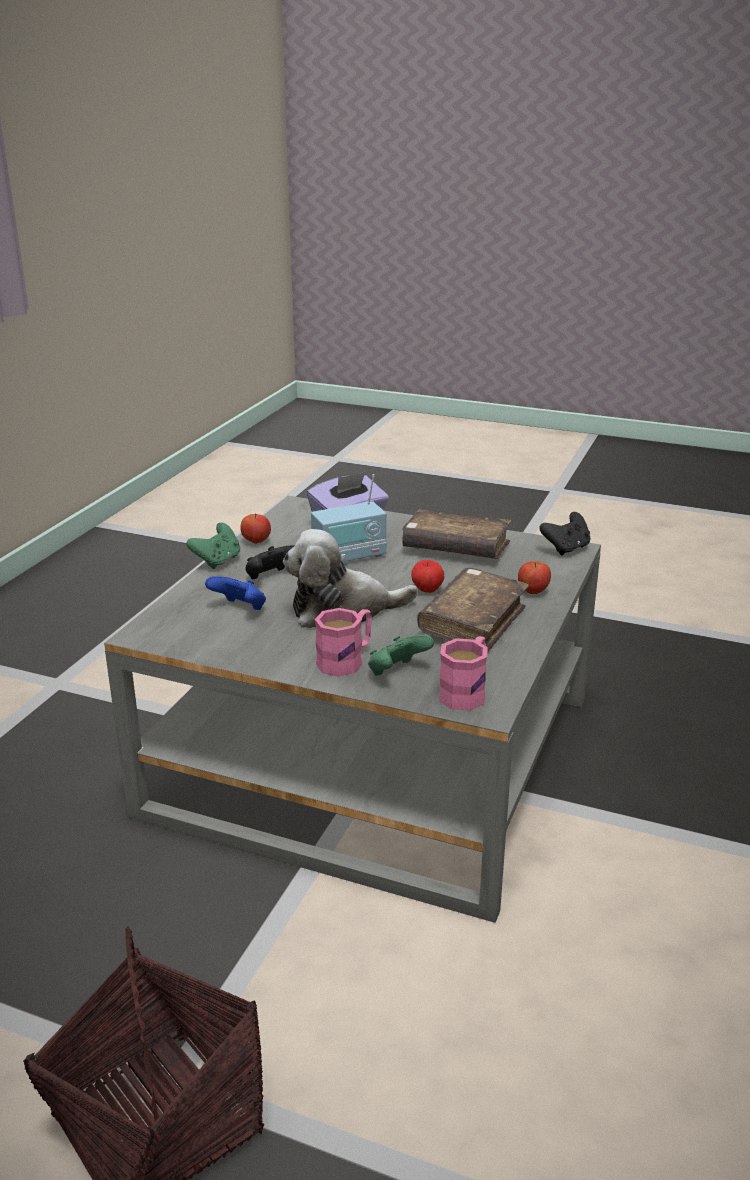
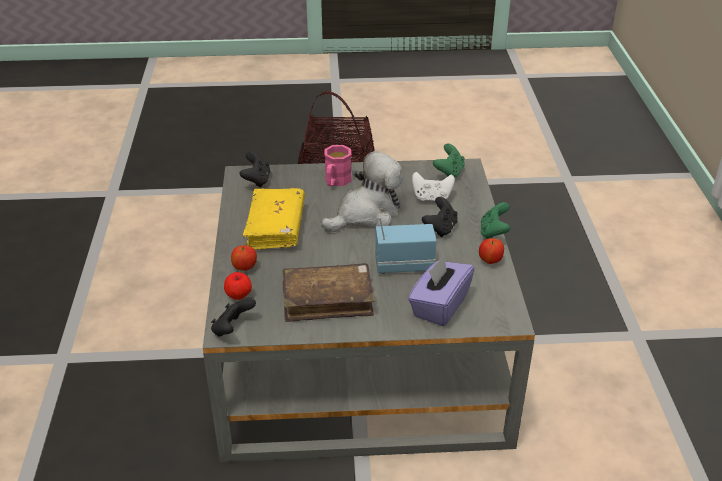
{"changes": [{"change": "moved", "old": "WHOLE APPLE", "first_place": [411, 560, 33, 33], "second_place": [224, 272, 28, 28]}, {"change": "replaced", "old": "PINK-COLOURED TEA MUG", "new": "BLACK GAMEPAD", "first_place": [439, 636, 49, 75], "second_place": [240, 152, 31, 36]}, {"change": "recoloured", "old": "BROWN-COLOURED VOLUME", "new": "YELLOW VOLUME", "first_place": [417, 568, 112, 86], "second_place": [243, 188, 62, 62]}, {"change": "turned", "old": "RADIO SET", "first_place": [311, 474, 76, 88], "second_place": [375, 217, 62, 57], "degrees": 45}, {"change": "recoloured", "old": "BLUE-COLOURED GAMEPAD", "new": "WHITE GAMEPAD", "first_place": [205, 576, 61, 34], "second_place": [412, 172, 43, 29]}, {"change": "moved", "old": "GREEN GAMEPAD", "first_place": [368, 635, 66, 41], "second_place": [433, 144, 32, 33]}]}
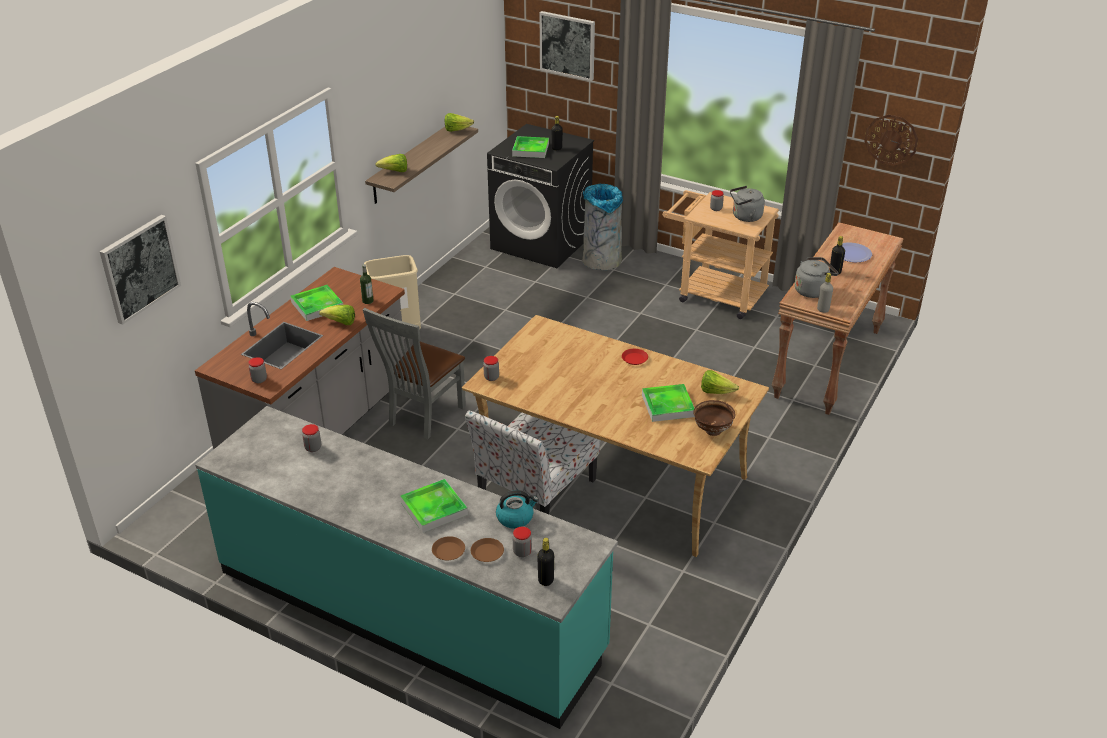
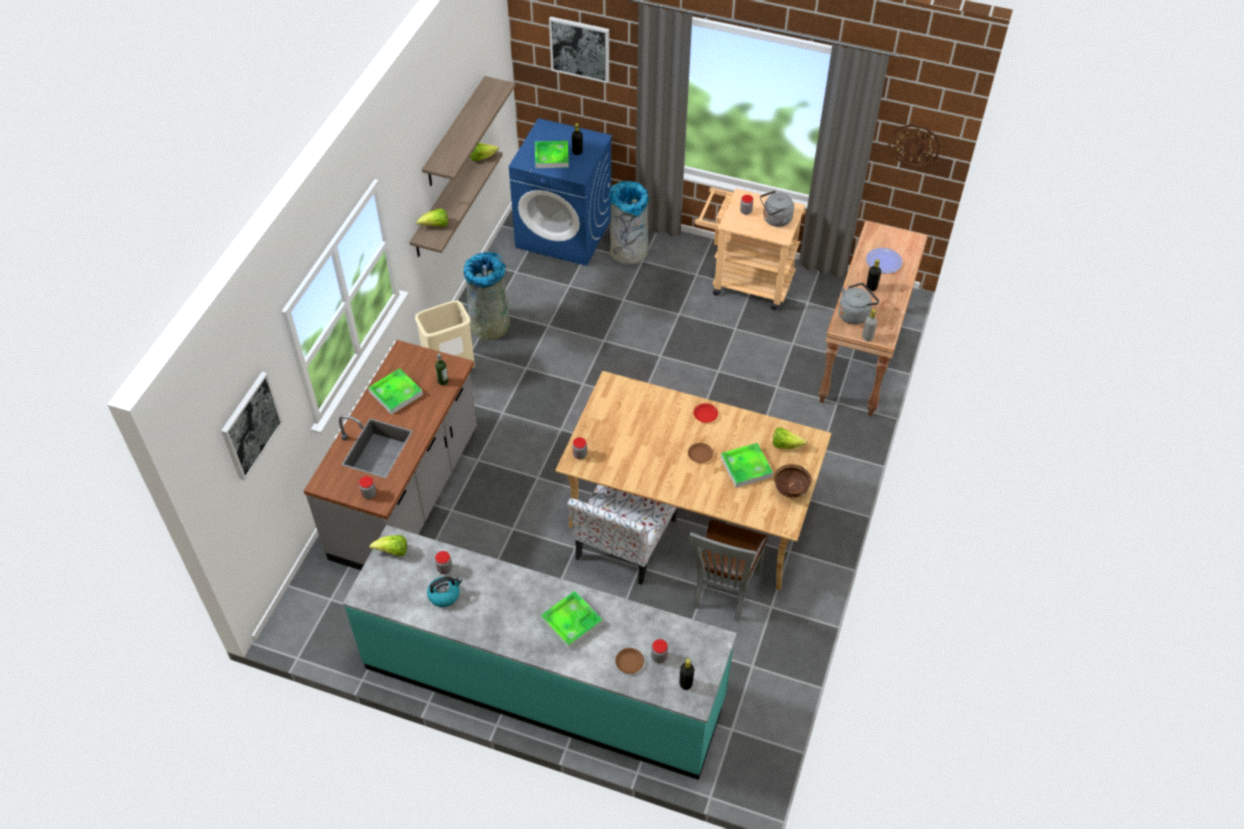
{"changes": [{"change": "moved", "old": "HEAD OF LETTUCE", "first_place": [319, 305, 36, 20], "second_place": [369, 535, 38, 21]}, {"change": "added", "new": "WALL SHELF", "second_place": [422, 76, 94, 110]}, {"change": "moved", "old": "TEA KETTLE", "first_place": [496, 490, 42, 39], "second_place": [427, 577, 36, 30]}, {"change": "added", "new": "GREYISH TRASH CAN", "second_place": [464, 252, 46, 88]}, {"change": "recoloured", "old": "BLACK LAUNDRY MACHINE", "new": "BLUE-COLOURED LAUNDRY MACHINE", "first_place": [487, 124, 107, 144], "second_place": [509, 118, 103, 148]}, {"change": "moved", "old": "BROWN-COLOURED FLAT DISH", "first_place": [432, 536, 33, 24], "second_place": [688, 443, 25, 20]}, {"change": "moved", "old": "GREYISH UPRIGHT CHAIR", "first_place": [363, 308, 103, 131], "second_place": [690, 520, 78, 101]}]}
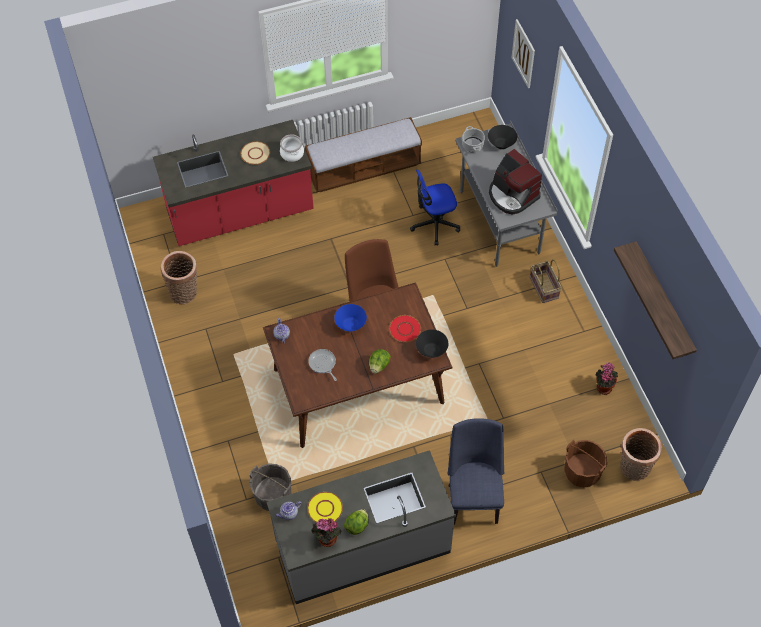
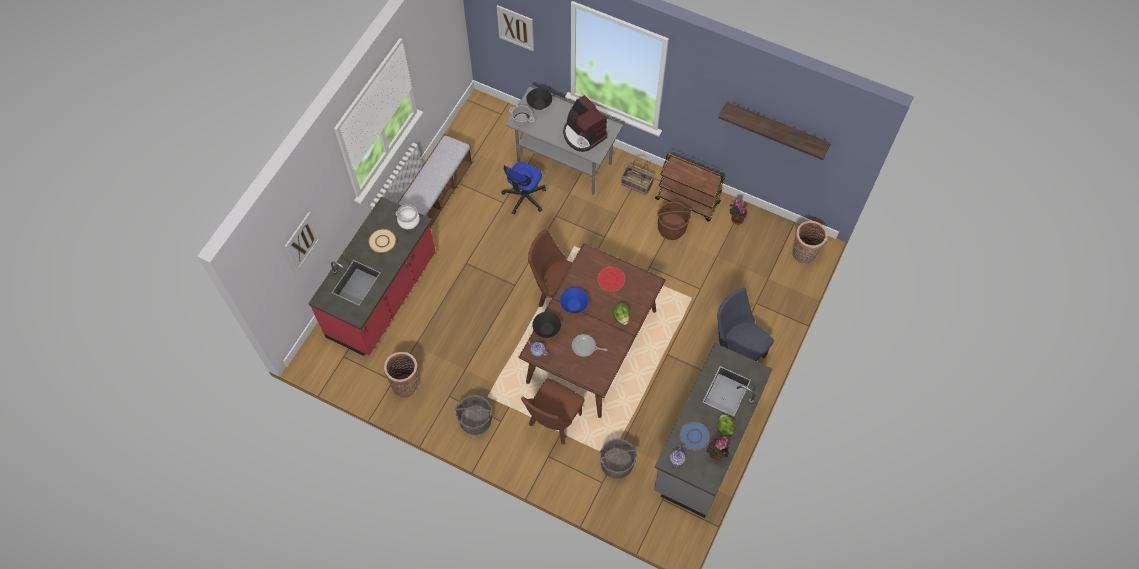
{"changes": [{"change": "added", "new": "WALL PICTURE", "second_place": [285, 212, 36, 60]}, {"change": "added", "new": "GREYISH WATER BUCKET", "second_place": [455, 395, 37, 40]}, {"change": "added", "new": "BROWN-COLOURED UPRIGHT CHAIR", "second_place": [521, 378, 64, 66]}, {"change": "moved", "old": "BLACK DEEP DISH", "first_place": [416, 329, 32, 29], "second_place": [532, 312, 29, 26]}, {"change": "turned", "old": "COFFEE MACHINE", "first_place": [489, 149, 53, 66], "second_place": [563, 95, 44, 57], "degrees": 45}, {"change": "added", "new": "BROWN-COLOURED CART", "second_place": [655, 153, 70, 69]}, {"change": "moved", "old": "BROWN-COLOURED WATER BUCKET", "first_place": [565, 440, 43, 48], "second_place": [657, 202, 34, 38]}, {"change": "recoloured", "old": "YELLOW FLAT DISH", "new": "BLUE-COLOURED FLAT DISH", "first_place": [307, 492, 36, 31], "second_place": [680, 422, 30, 28]}]}
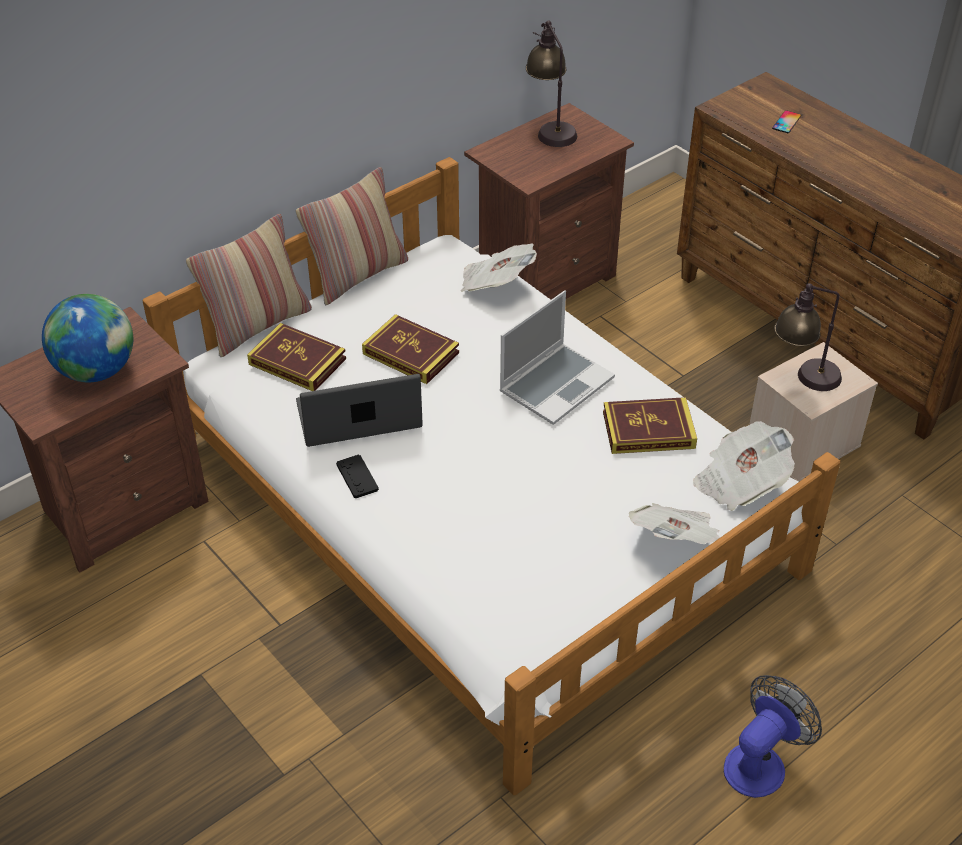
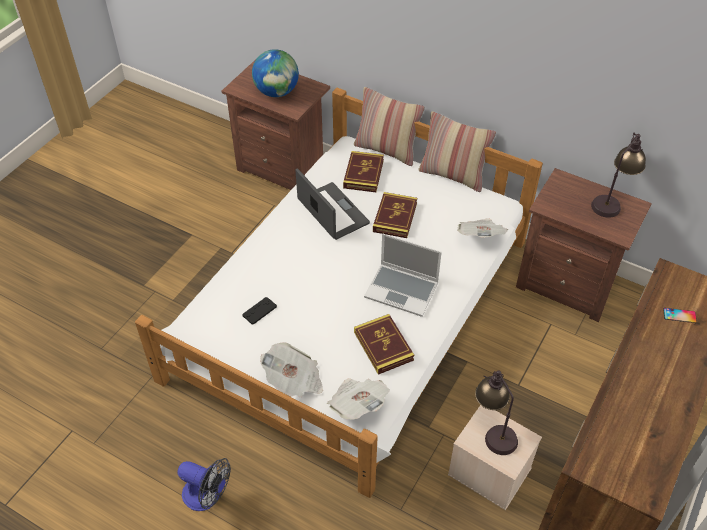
{"changes": [{"change": "moved", "old": "BLACK GAMEPAD", "first_place": [336, 454, 43, 44], "second_place": [243, 297, 34, 28]}]}
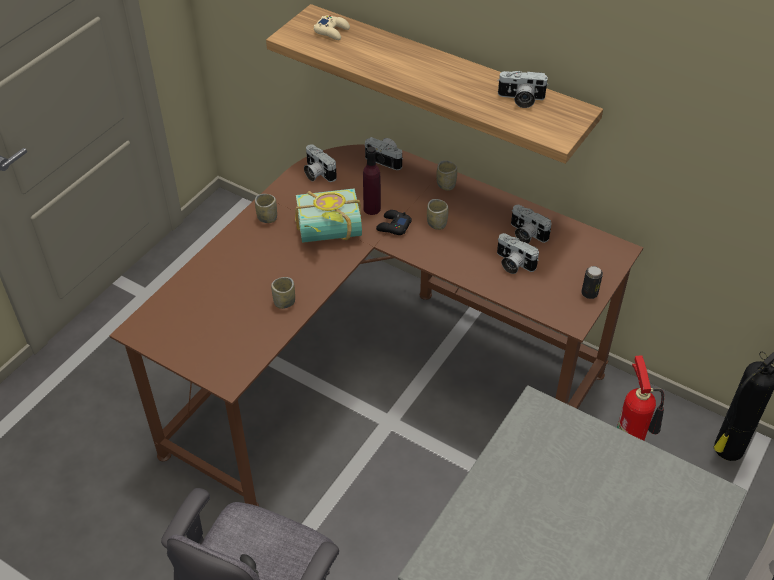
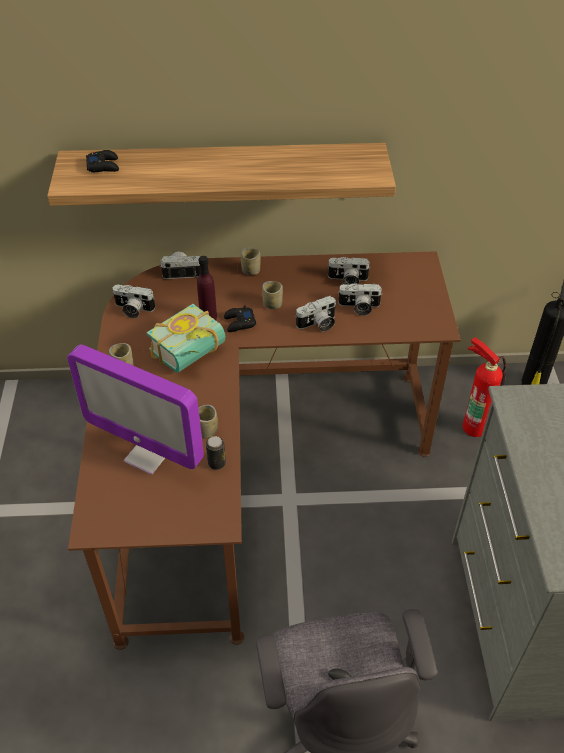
{"changes": [{"change": "added", "new": "COMPUTER SCREEN", "second_place": [67, 345, 137, 130]}, {"change": "recoloured", "old": "BEIGE GAMEPAD", "new": "BLACK GAMEPAD", "first_place": [313, 16, 37, 24], "second_place": [86, 150, 33, 22]}, {"change": "moved", "old": "CAN", "first_place": [581, 266, 22, 33], "second_place": [206, 436, 20, 34]}, {"change": "moved", "old": "PHOTO CAMERA", "first_place": [497, 71, 52, 37], "second_place": [295, 296, 41, 36]}]}
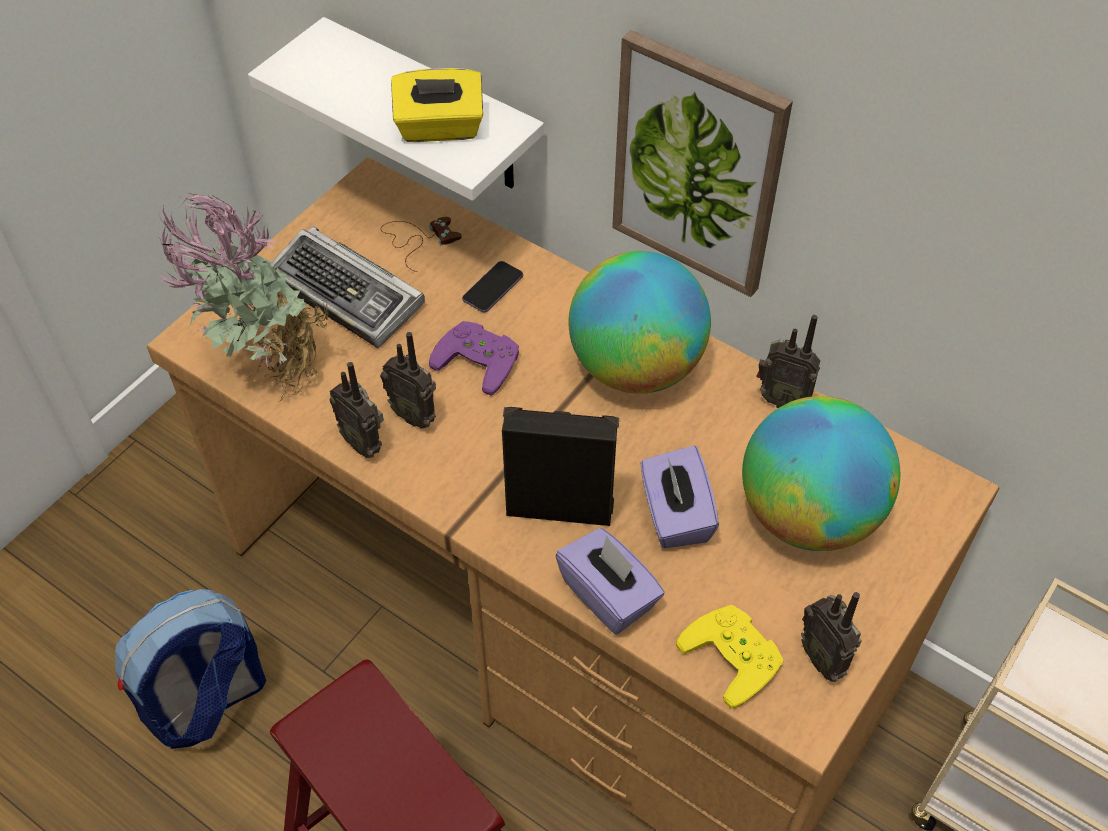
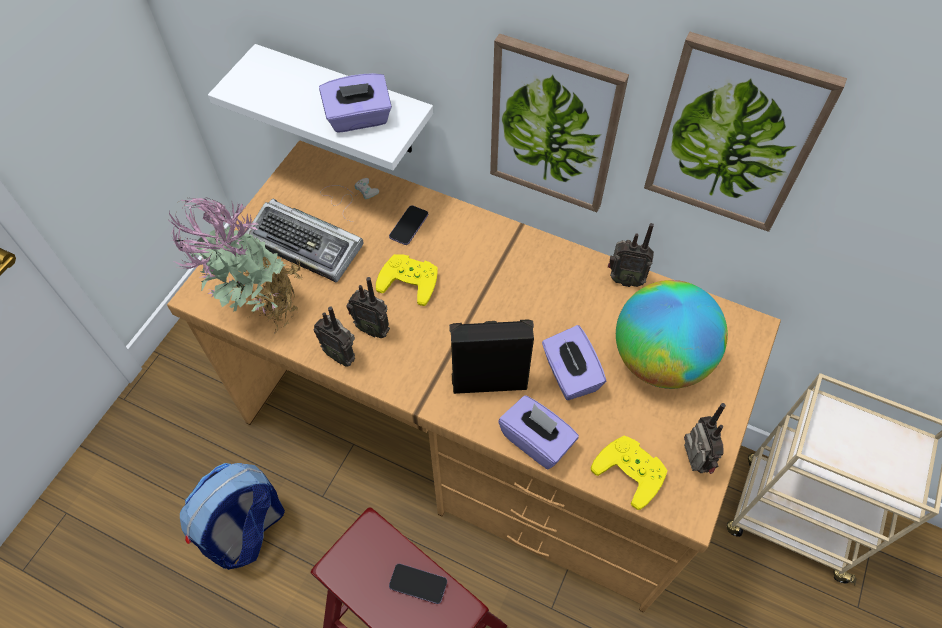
{"changes": [{"change": "recoloured", "old": "YELLOW BOX OF TISSUES", "new": "PURPLE BOX OF TISSUES", "first_place": [391, 68, 92, 74], "second_place": [319, 73, 73, 60]}, {"change": "recoloured", "old": "BROWN-COLOURED GAMEPAD", "new": "WHITE GAMEPAD", "first_place": [381, 217, 81, 55], "second_place": [320, 178, 59, 44]}, {"change": "recoloured", "old": "PURPLE GAMEPAD", "new": "YELLOW GAMEPAD", "first_place": [429, 321, 90, 75], "second_place": [376, 254, 62, 52]}, {"change": "added", "new": "HANDSET", "second_place": [389, 564, 58, 40]}, {"change": "added", "new": "WALL PICTURE", "second_place": [644, 32, 203, 200]}, {"change": "turned", "old": "RADIO SET", "first_place": [801, 592, 60, 90], "second_place": [684, 403, 42, 71], "degrees": -150}, {"change": "removed", "old": "DESK GLOBE", "first_place": [569, 251, 142, 143]}]}
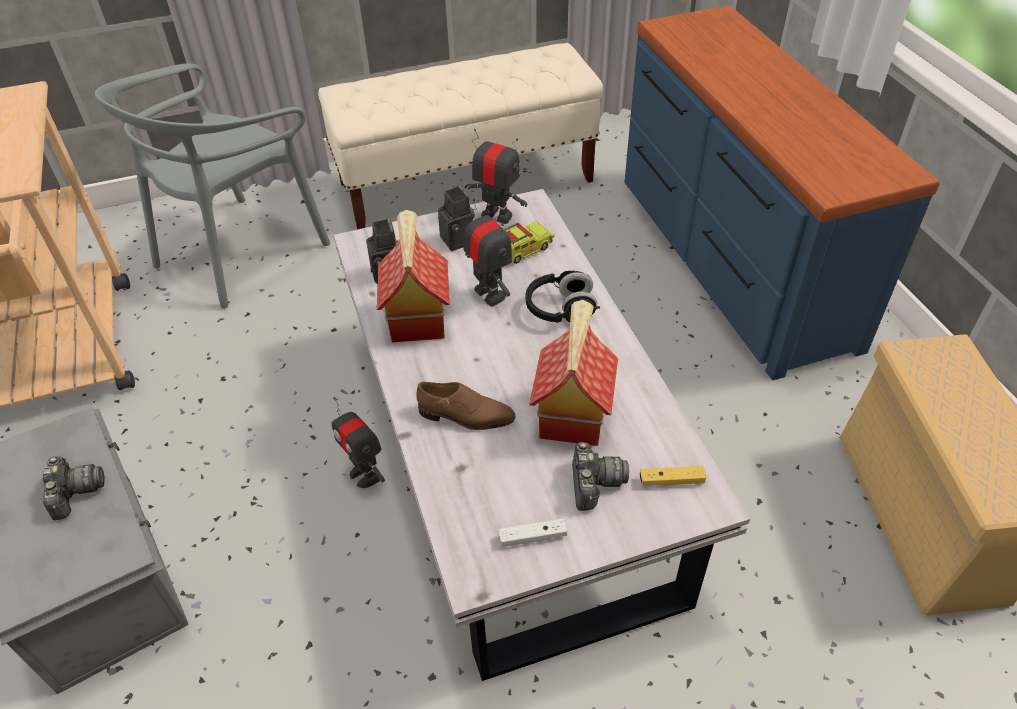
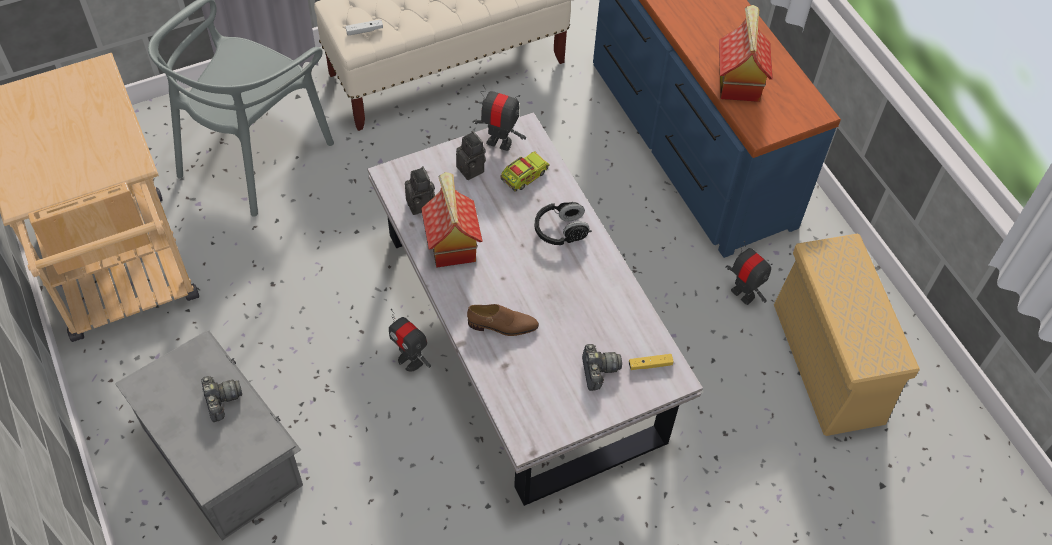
{"changes": [{"change": "moved", "old": "WHITE GAMEPAD", "first_place": [498, 518, 69, 29], "second_place": [345, 19, 38, 17]}, {"change": "moved", "old": "MODEL HOUSE", "first_place": [529, 300, 89, 146], "second_place": [719, 5, 54, 97]}, {"change": "moved", "old": "ROBOT FIGURE", "first_place": [464, 199, 48, 108], "second_place": [725, 241, 48, 64]}]}
